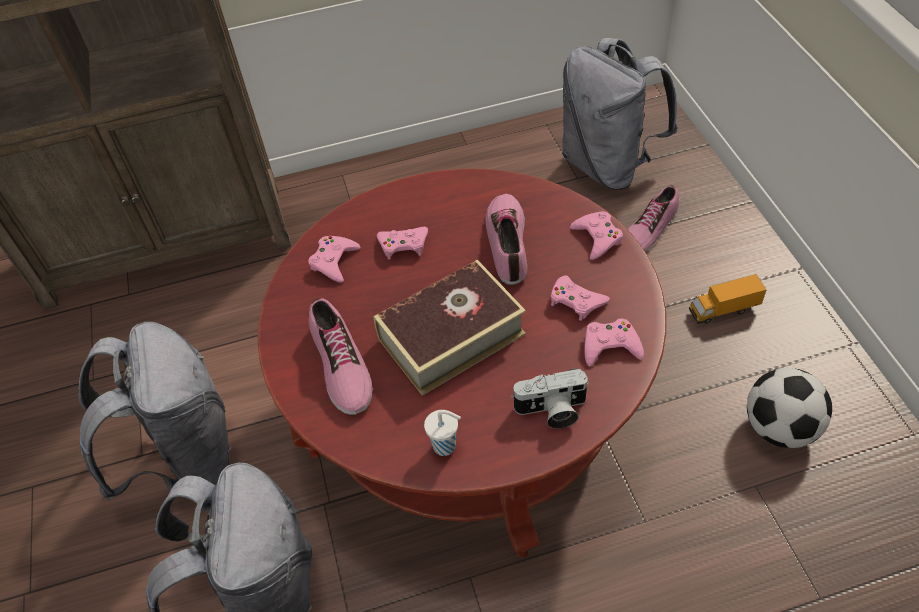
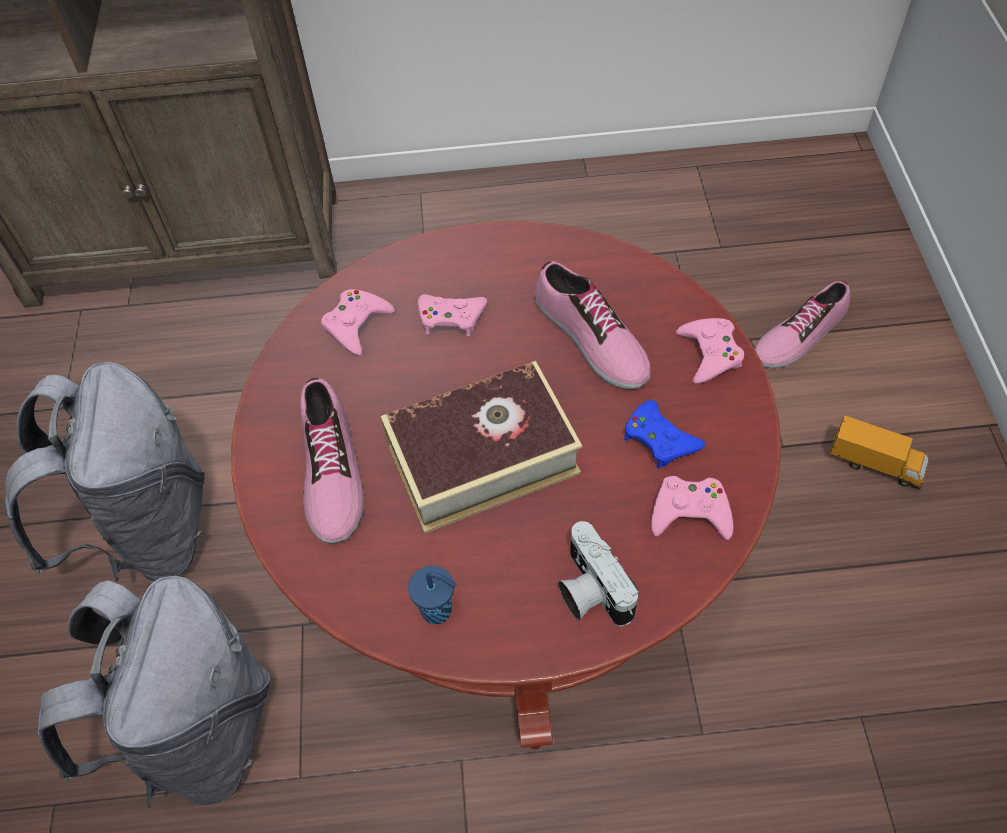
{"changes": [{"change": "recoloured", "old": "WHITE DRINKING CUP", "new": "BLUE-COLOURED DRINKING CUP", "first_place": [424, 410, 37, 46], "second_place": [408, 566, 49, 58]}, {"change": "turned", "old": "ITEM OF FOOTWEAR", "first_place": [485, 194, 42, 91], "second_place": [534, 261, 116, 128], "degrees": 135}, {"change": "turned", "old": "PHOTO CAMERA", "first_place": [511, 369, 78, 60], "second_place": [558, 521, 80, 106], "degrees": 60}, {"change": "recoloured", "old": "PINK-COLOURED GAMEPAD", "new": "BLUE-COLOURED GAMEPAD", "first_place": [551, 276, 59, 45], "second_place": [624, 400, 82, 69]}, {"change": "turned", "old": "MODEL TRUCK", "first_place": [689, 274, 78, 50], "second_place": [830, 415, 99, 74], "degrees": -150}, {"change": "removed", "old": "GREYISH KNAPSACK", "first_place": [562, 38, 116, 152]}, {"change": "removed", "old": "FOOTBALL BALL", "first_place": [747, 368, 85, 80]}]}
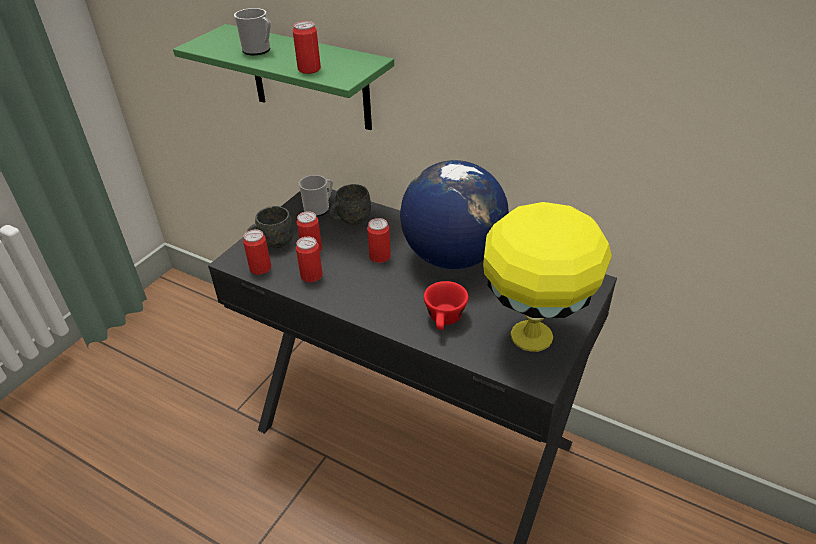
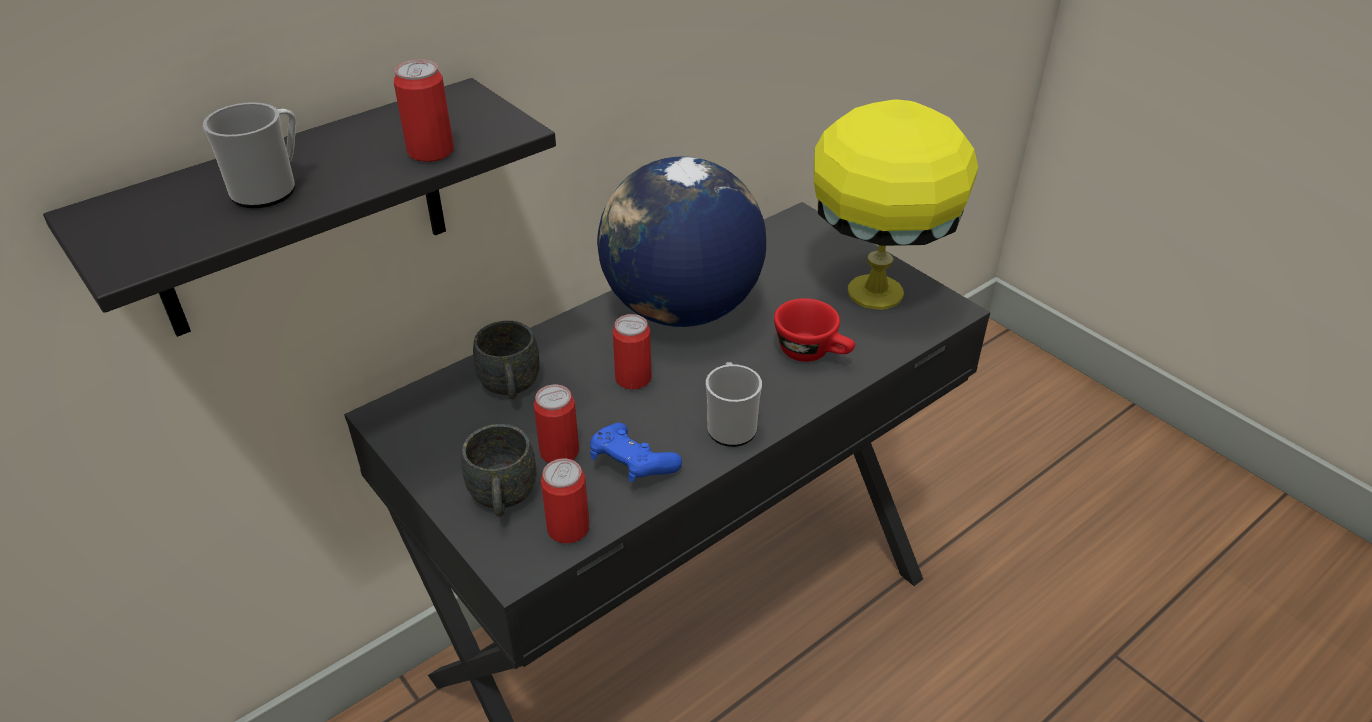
{"changes": [{"change": "recoloured", "old": "GREEN WALL SHELF", "new": "BLACK WALL SHELF", "first_place": [173, 24, 221, 106], "second_place": [43, 78, 513, 259]}, {"change": "replaced", "old": "CAN", "new": "BLUE-COLOURED GAMEPAD", "first_place": [296, 237, 27, 45], "second_place": [590, 423, 92, 59]}, {"change": "moved", "old": "TEA MUG", "first_place": [299, 175, 34, 42], "second_place": [706, 362, 56, 85]}]}
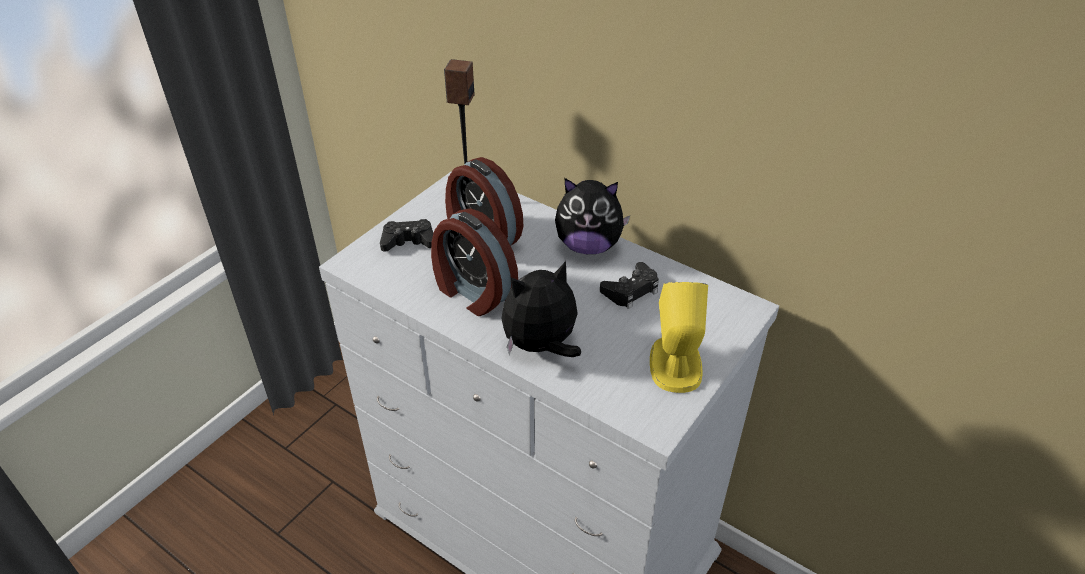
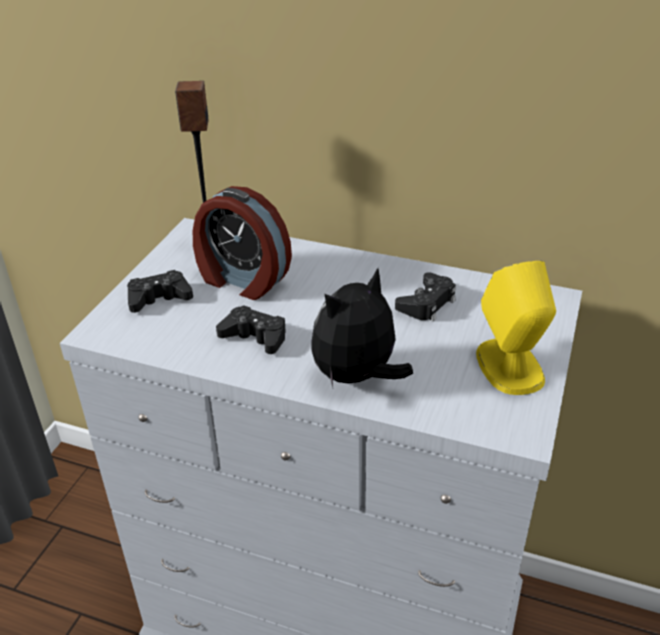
{"changes": [{"change": "replaced", "old": "TABLE CLOCK", "new": "BLACK GAMEPAD", "first_place": [431, 208, 87, 108], "second_place": [216, 305, 70, 49]}, {"change": "removed", "old": "SOFT TOY", "first_place": [555, 178, 75, 76]}]}
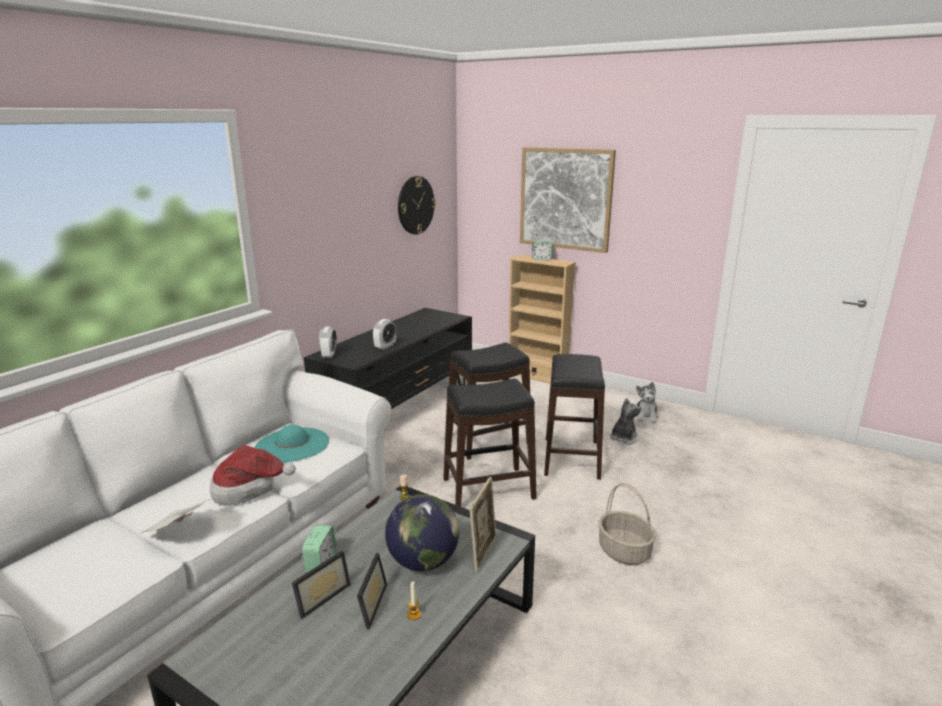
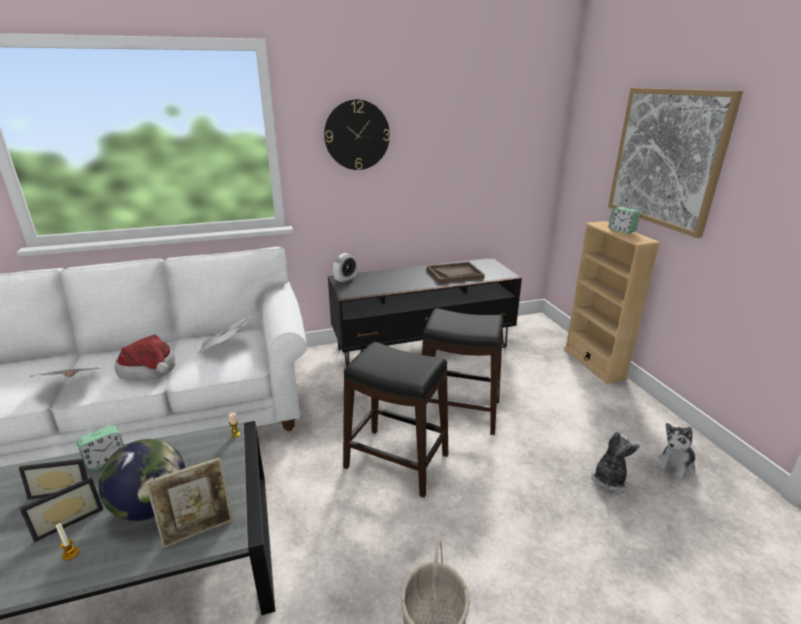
{"changes": [{"change": "replaced", "old": "BLUE-GREEN WEARABLE HAT", "new": "PRINTED PAPER", "first_place": [255, 425, 74, 38], "second_place": [199, 317, 48, 36]}, {"change": "moved", "old": "WALL CLOCK", "first_place": [398, 176, 38, 59], "second_place": [324, 99, 66, 71]}, {"change": "added", "new": "BROWN-COLOURED CARRYING TRAY", "second_place": [427, 262, 58, 22]}, {"change": "turned", "old": "SOFT TOY", "first_place": [610, 398, 32, 46], "second_place": [591, 432, 49, 60], "degrees": -45}, {"change": "removed", "old": "TABLE CLOCK", "first_place": [373, 319, 23, 31]}, {"change": "removed", "old": "BLACK STOOL", "first_place": [544, 354, 61, 126]}]}
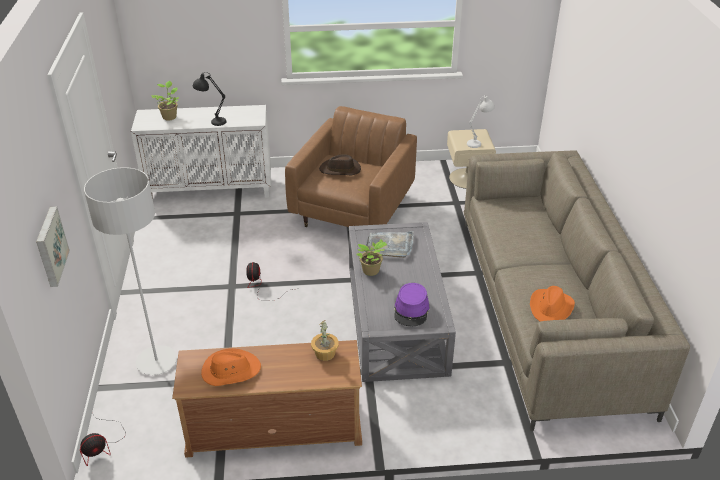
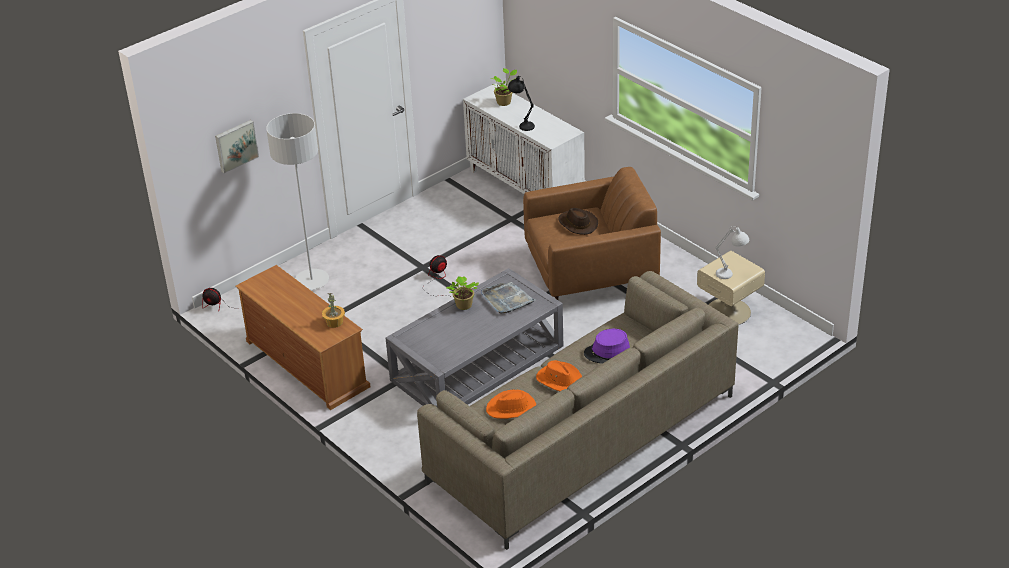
{"changes": [{"change": "moved", "old": "ORANGE-COLOURED WEARABLE HAT", "first_place": [201, 348, 60, 38], "second_place": [536, 360, 46, 31]}, {"change": "moved", "old": "PURPLE WEARABLE HAT", "first_place": [394, 283, 36, 43], "second_place": [584, 329, 46, 34]}]}
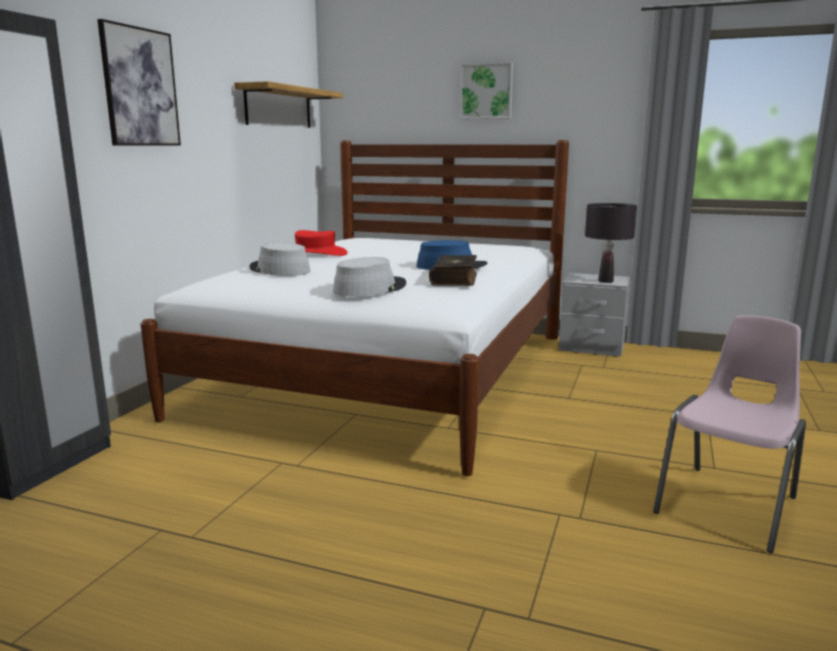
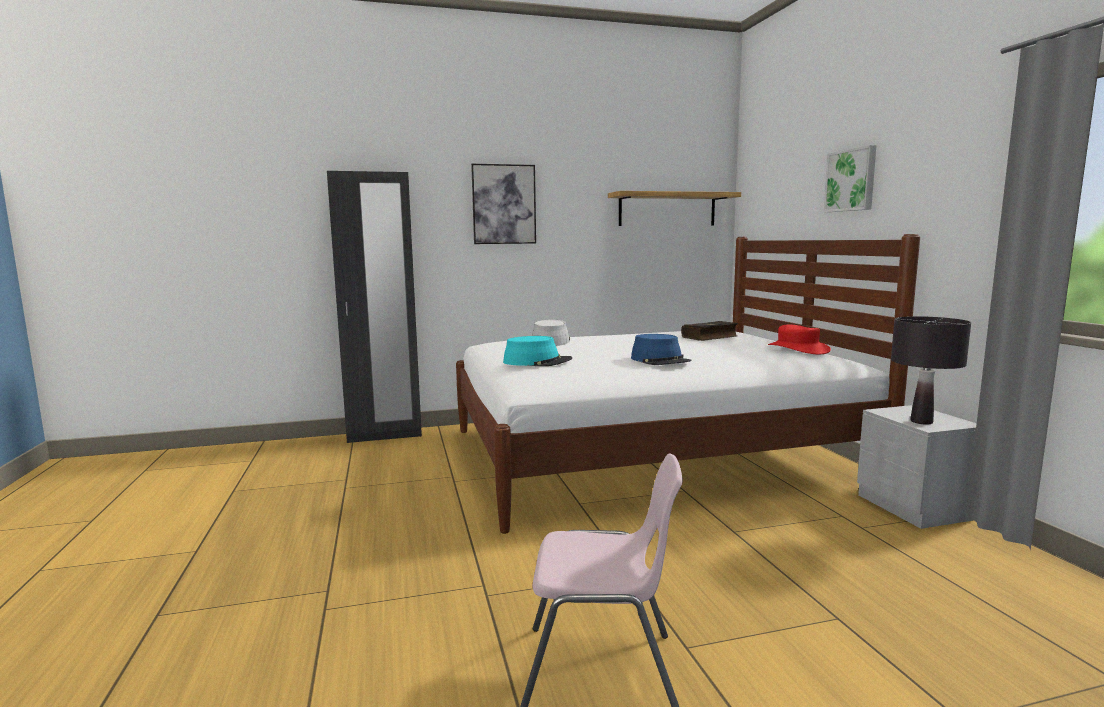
{"changes": [{"change": "recoloured", "old": "GREYISH WEARABLE HAT", "new": "BLUE-GREEN WEARABLE HAT", "first_place": [333, 257, 73, 40], "second_place": [503, 336, 69, 30]}, {"change": "moved", "old": "VOLUME", "first_place": [429, 255, 48, 31], "second_place": [681, 321, 57, 20]}, {"change": "moved", "old": "REDDISH WEARABLE HAT", "first_place": [295, 230, 53, 26], "second_place": [768, 325, 63, 29]}]}
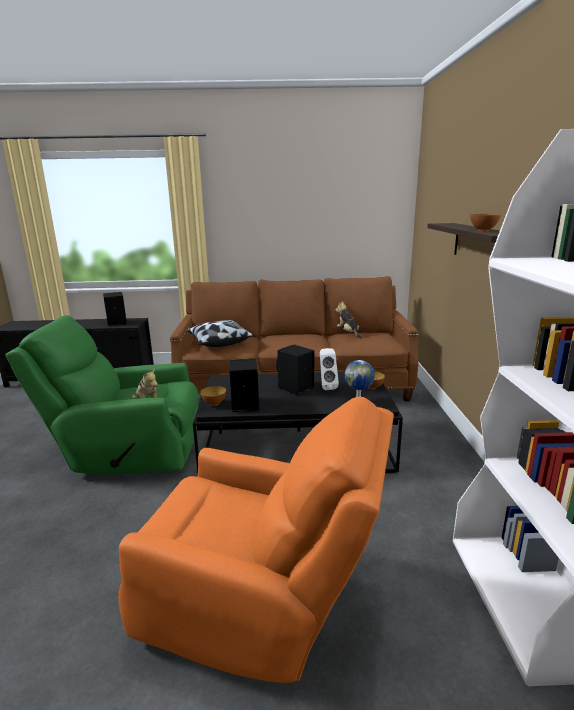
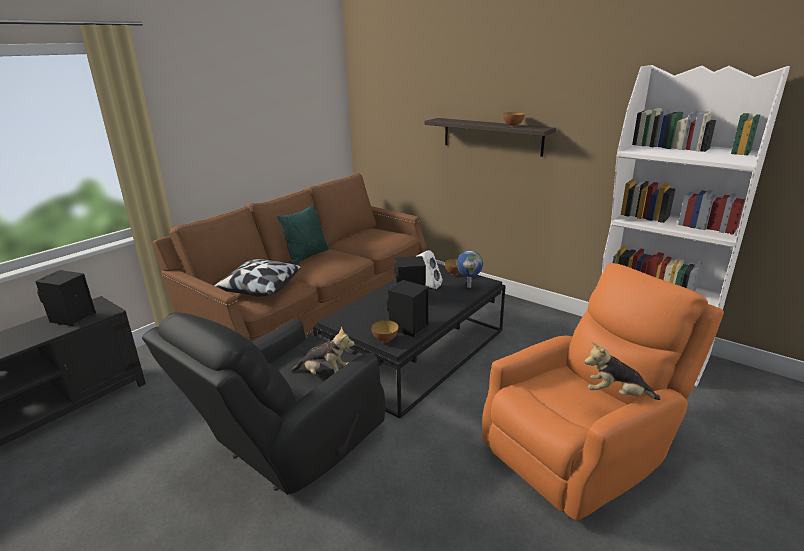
{"changes": [{"change": "recoloured", "old": "GREEN ARMCHAIR", "new": "BLACK ARMCHAIR", "first_place": [5, 315, 194, 160], "second_place": [142, 312, 243, 183]}, {"change": "added", "new": "GREEN PILLOW", "second_place": [277, 204, 52, 61]}, {"change": "moved", "old": "SOFT TOY", "first_place": [336, 301, 26, 38], "second_place": [585, 342, 75, 58]}]}
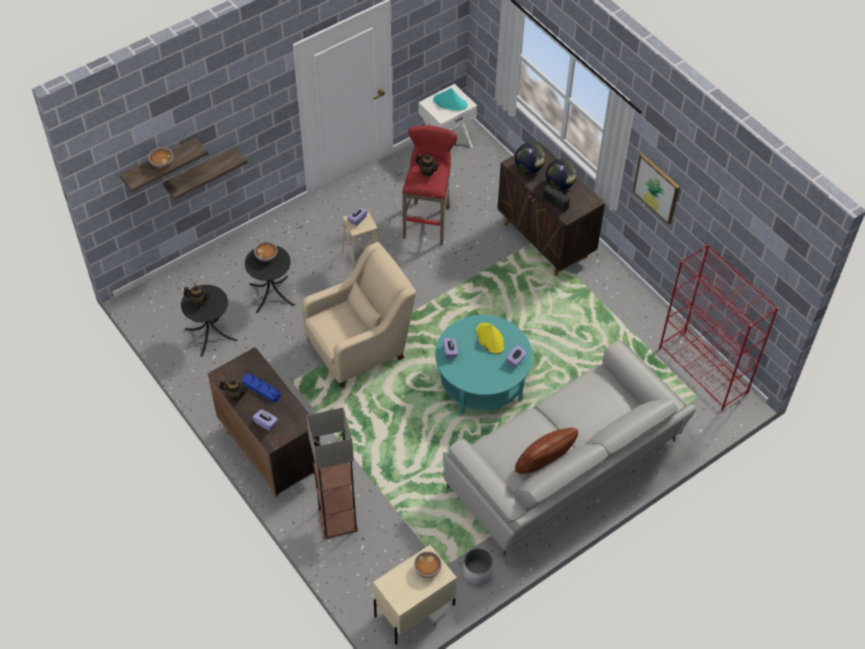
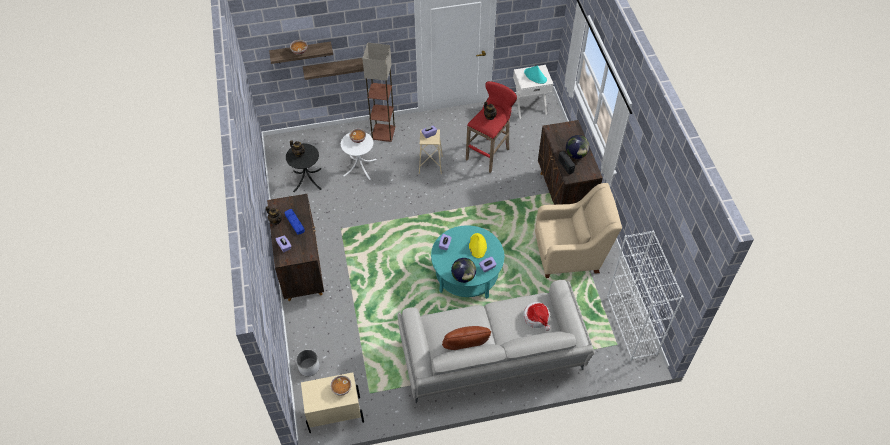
{"changes": [{"change": "moved", "old": "WHITE PLANTER", "first_place": [463, 548, 30, 37], "second_place": [296, 349, 24, 27]}, {"change": "recoloured", "old": "BLACK END TABLE", "new": "WHITE END TABLE", "first_place": [245, 246, 50, 67], "second_place": [341, 133, 36, 47]}, {"change": "moved", "old": "STANDARD LAMP", "first_place": [306, 407, 52, 132], "second_place": [362, 43, 33, 99]}, {"change": "moved", "old": "DESK GLOBE", "first_place": [515, 143, 30, 30], "second_place": [451, 258, 25, 25]}, {"change": "added", "new": "WEARABLE HAT", "second_place": [523, 302, 27, 29]}, {"change": "moved", "old": "BEIGE ARMCHAIR", "first_place": [302, 242, 114, 146], "second_place": [535, 183, 87, 95]}, {"change": "recoloured", "old": "REDDISH SHELVING UNIT", "new": "WHITE SHELVING UNIT", "first_place": [659, 244, 120, 167], "second_place": [606, 230, 78, 131]}, {"change": "removed", "old": "WALL PICTURE", "first_place": [633, 154, 47, 71]}]}
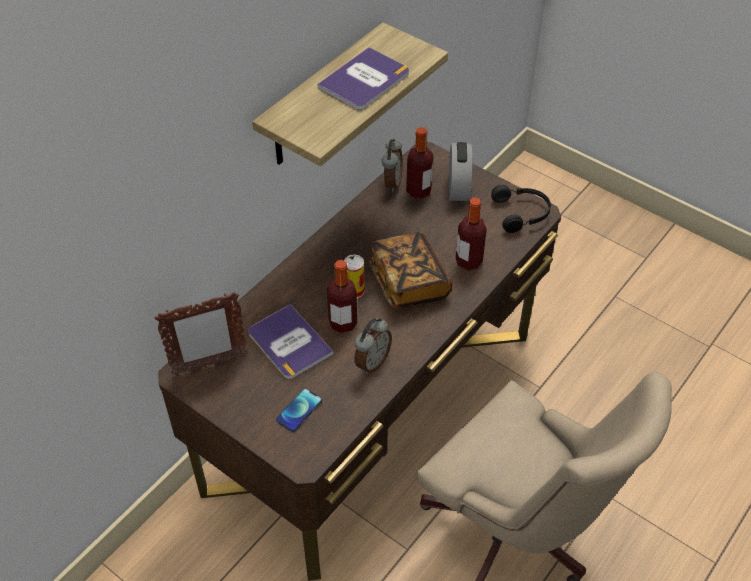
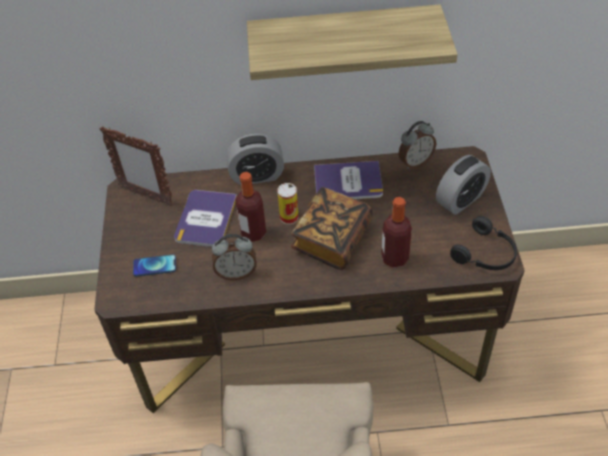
{"changes": [{"change": "added", "new": "TABLE CLOCK", "second_place": [227, 134, 57, 51]}, {"change": "moved", "old": "VOLUME", "first_place": [317, 47, 92, 63], "second_place": [314, 161, 69, 38]}, {"change": "removed", "old": "BOTTLE", "first_place": [406, 127, 27, 72]}]}
